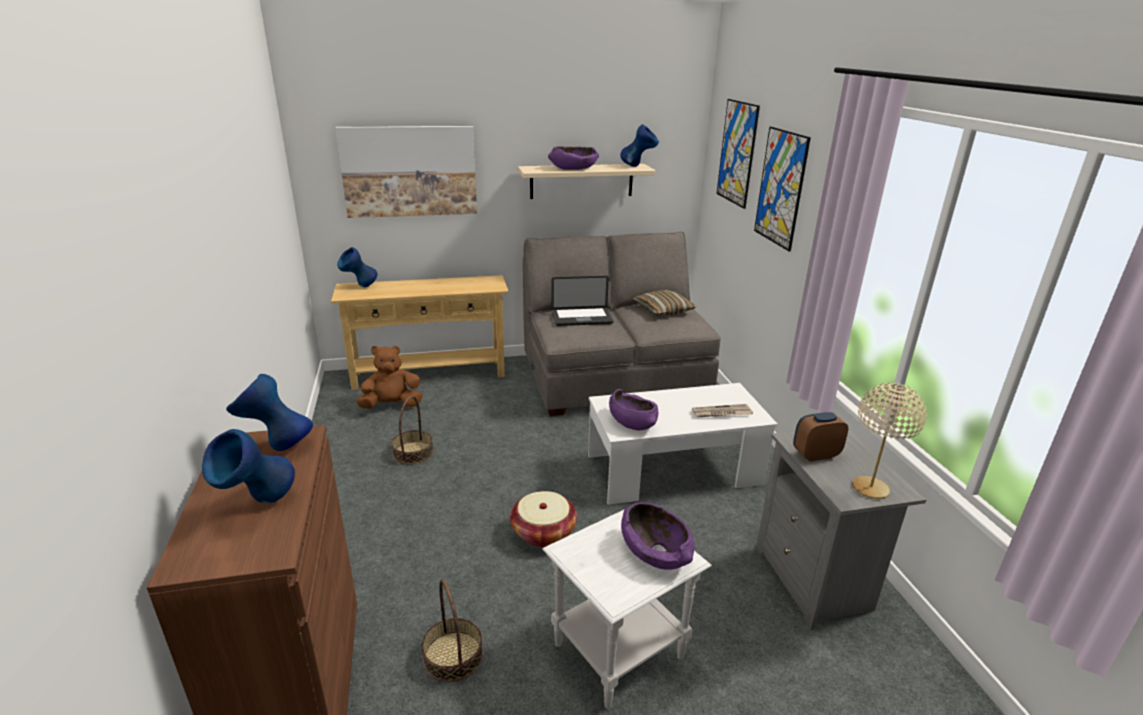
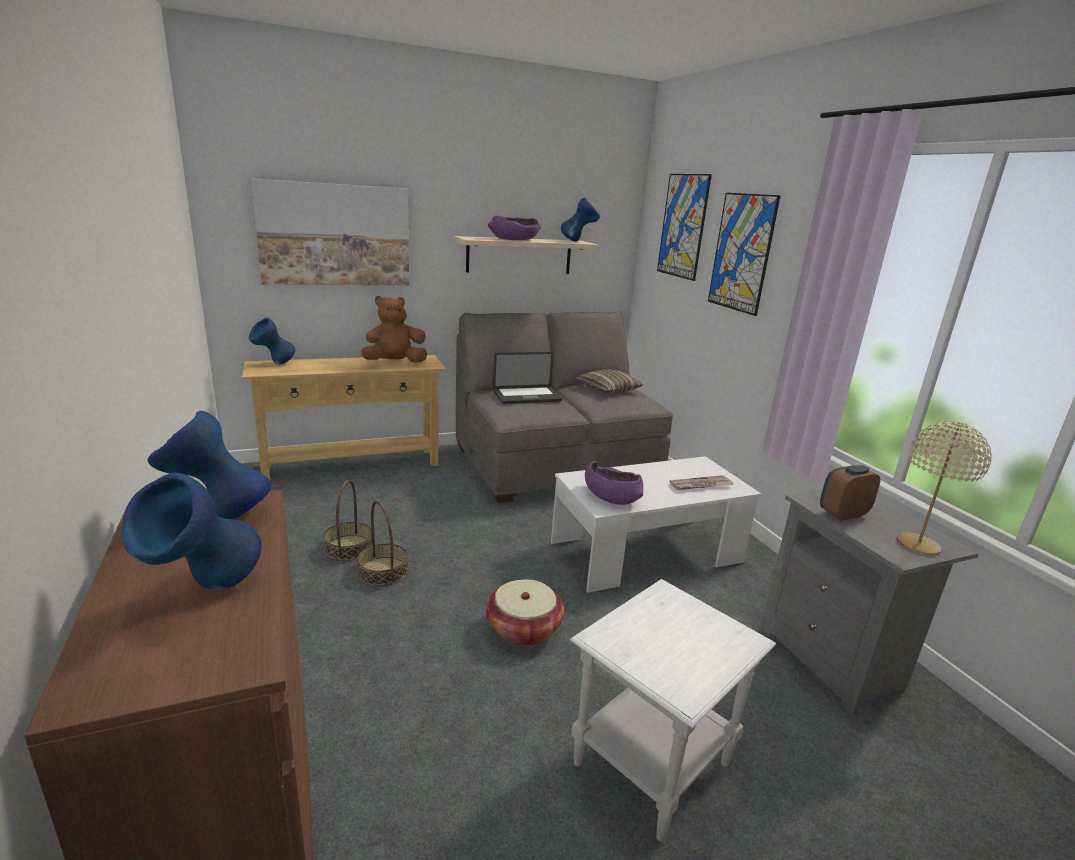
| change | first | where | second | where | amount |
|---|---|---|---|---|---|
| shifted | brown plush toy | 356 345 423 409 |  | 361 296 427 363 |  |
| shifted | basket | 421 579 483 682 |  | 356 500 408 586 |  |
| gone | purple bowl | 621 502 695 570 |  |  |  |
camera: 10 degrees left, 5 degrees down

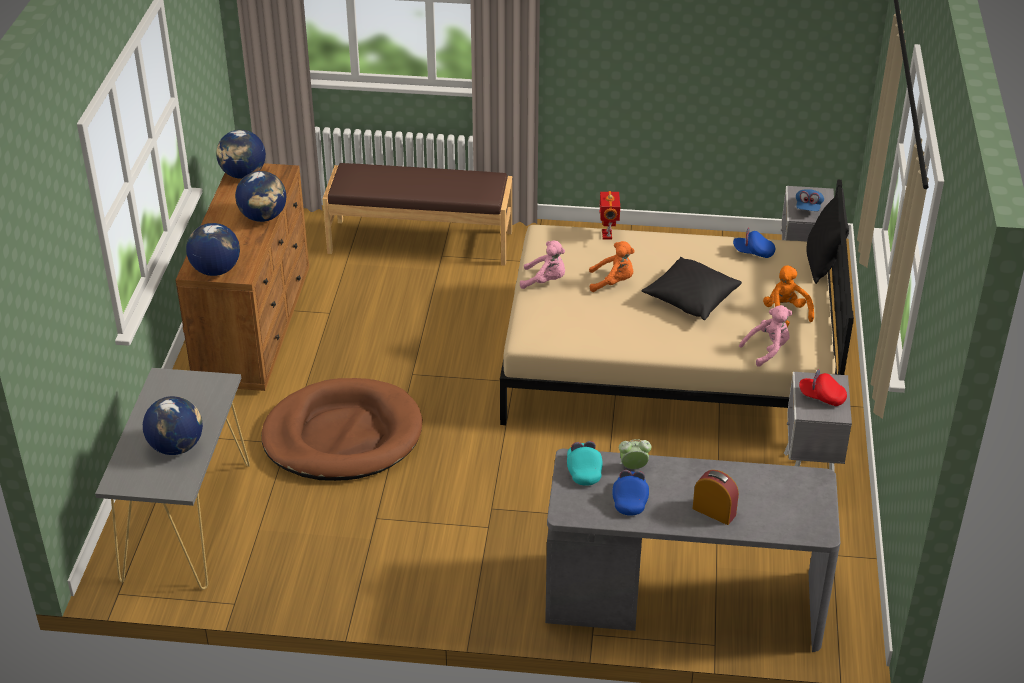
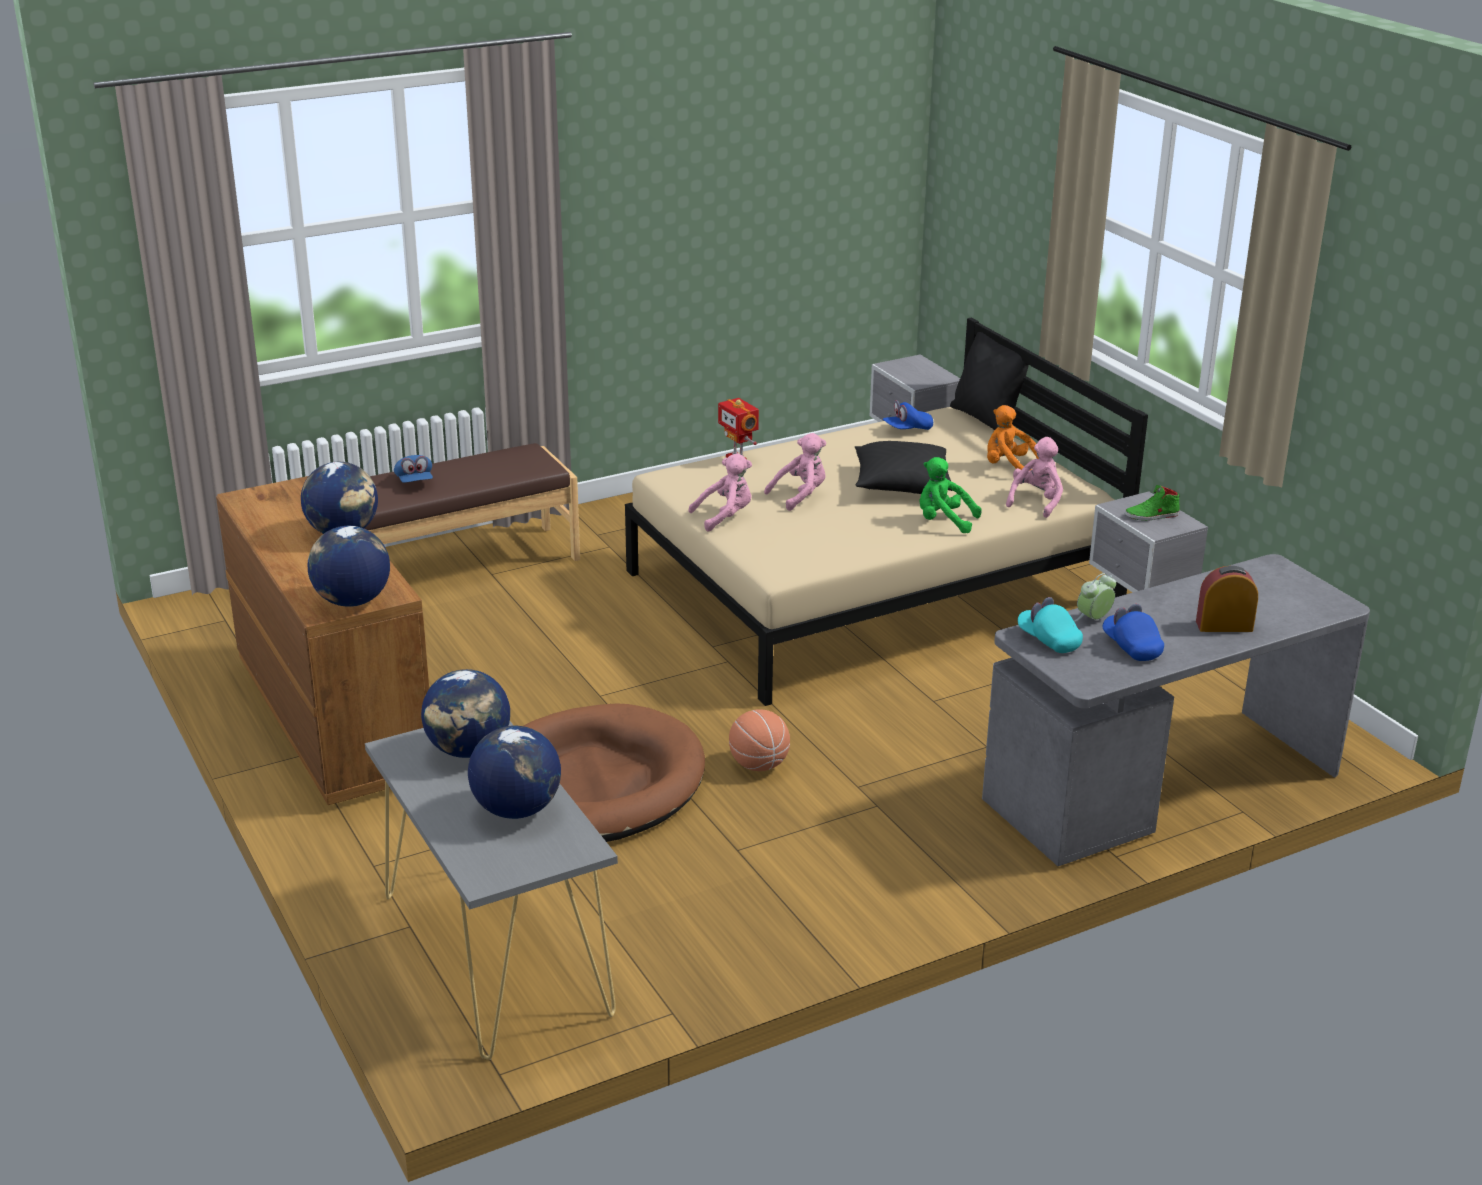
| change | first | where | second | where | amount |
|---|---|---|---|---|---|
| shifted | globe | 216 130 266 179 |  | 421 669 510 758 |  |
| repainted | orange plush toy | 589 241 635 292 | pink plush toy | 764 433 826 511 |  |
| shifted | blue cap | 796 189 824 211 |  | 394 455 433 483 |  |
| swapped | red cap | 799 369 847 406 | green shoe | 1125 485 1180 521 |  |
| new |  |  | basketball | 729 709 790 771 |  |
| new |  |  | green plush toy | 919 457 982 533 |  |
camera: 35 degrees left, 10 degrees down

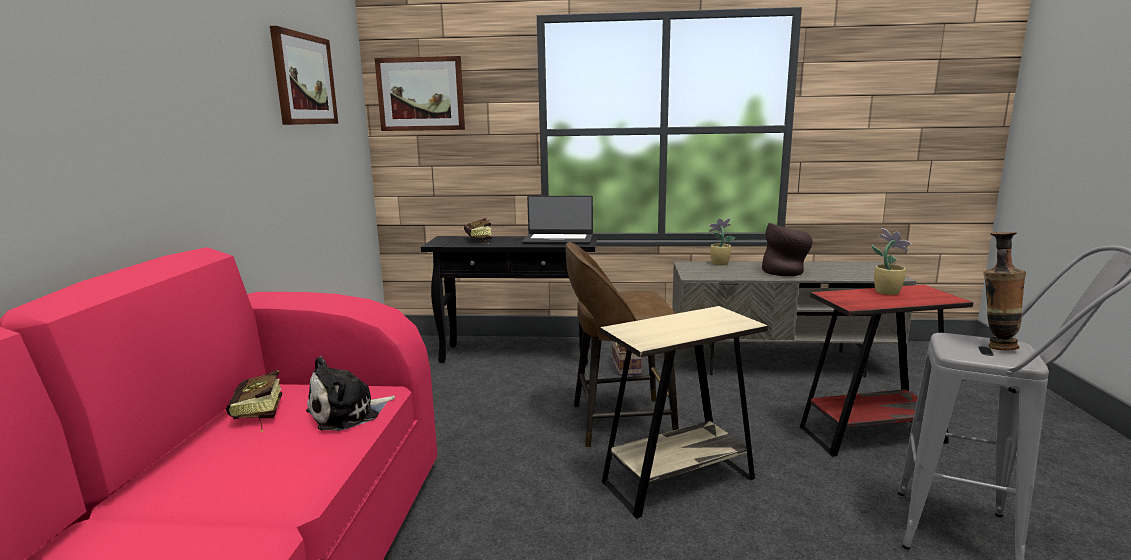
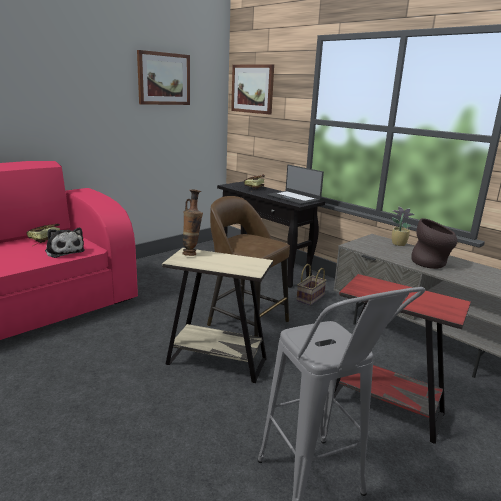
| change | first | where | second | where | amount |
|---|---|---|---|---|---|
| rotated | plush toy | 306 356 395 431 |  | 45 228 84 258 | 135 degrees counterclockwise |
| gone | potted plant | 872 228 912 295 |  |  |  |
| shifted | vase | 983 232 1026 350 |  | 182 190 203 256 |  |
camera: 40 degrees right, 5 degrees up

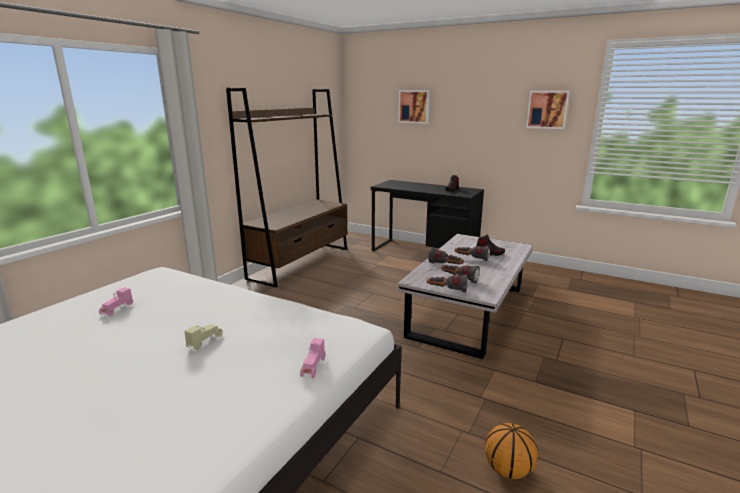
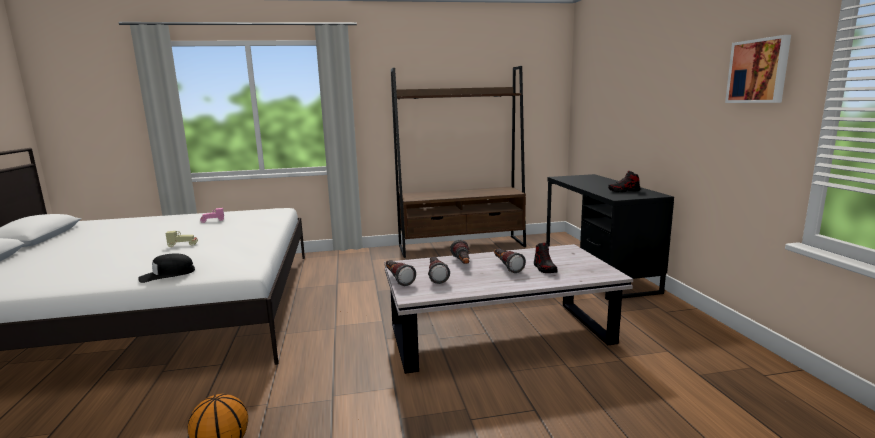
| change | first | where | second | where | amount |
|---|---|---|---|---|---|
| swapped | pink toy car | 300 338 325 378 | black cap | 139 253 195 283 |  |
| gone | picture | 398 90 430 124 |  |  |  |
camera: 50 degrees right, 5 degrees down

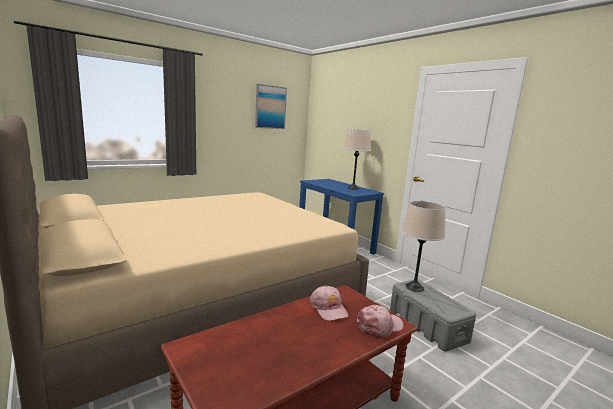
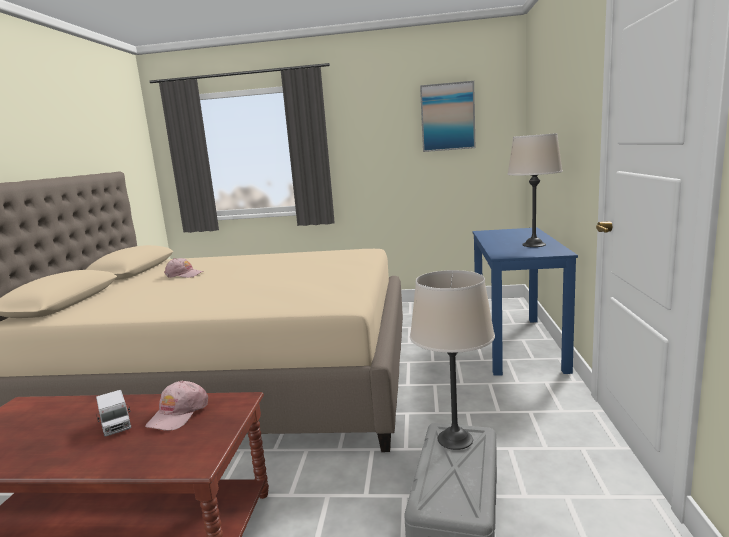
| change | first | where | second | where | amount |
|---|---|---|---|---|---|
| shifted | pink cap | 357 305 404 337 |  | 164 258 204 278 |  |
| new |  |  | toy truck | 96 390 131 436 |  |
camera: 45 degrees right, 0 degrees up

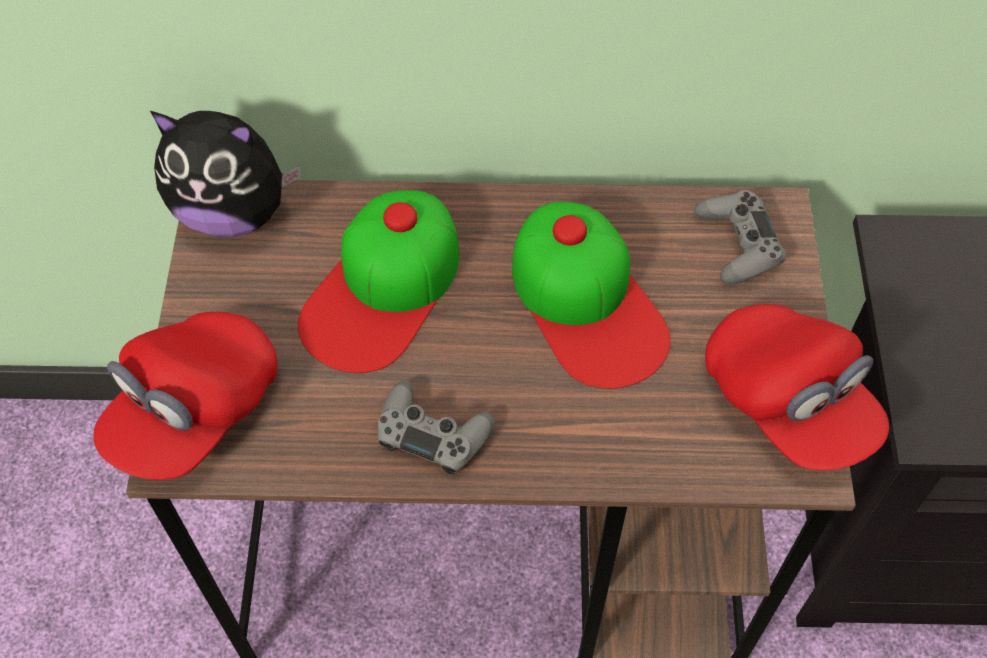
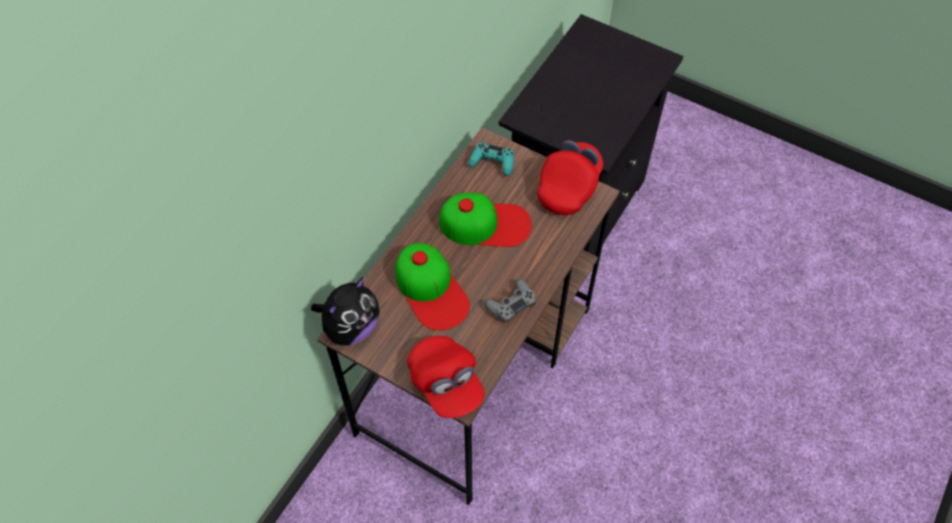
| change | first | where | second | where | amount |
|---|---|---|---|---|---|
| repainted | grey game controller | 694 190 786 284 | turquoise game controller | 468 142 514 176 |  |
| rotated | red cap | 705 304 889 470 |  | 537 140 603 215 | 60 degrees counterclockwise |
camera: 60 degrees left, 0 degrees up

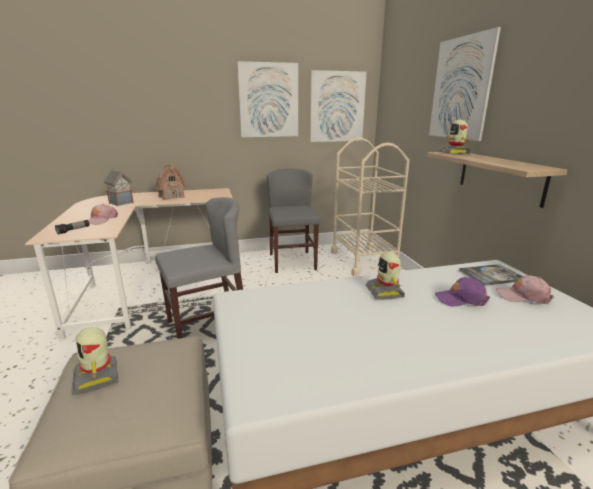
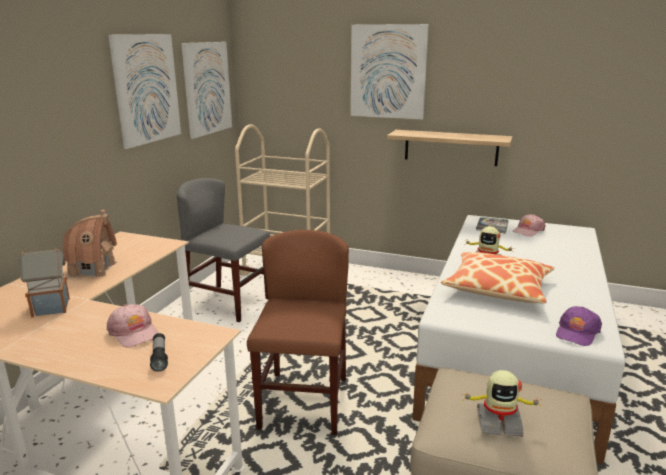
| change | first | where | second | where | amount |
|---|---|---|---|---|---|
| repainted | grey chair | 155 197 243 339 | brown chair | 247 230 349 435 |  |
| shifted | purple cap | 435 277 490 306 |  | 556 306 602 346 |  |
| gone | toy robot | 438 120 471 155 |  |  |  |
| new |  |  | pillow | 441 252 555 303 |  |
camera: 55 degrees left, 0 degrees up

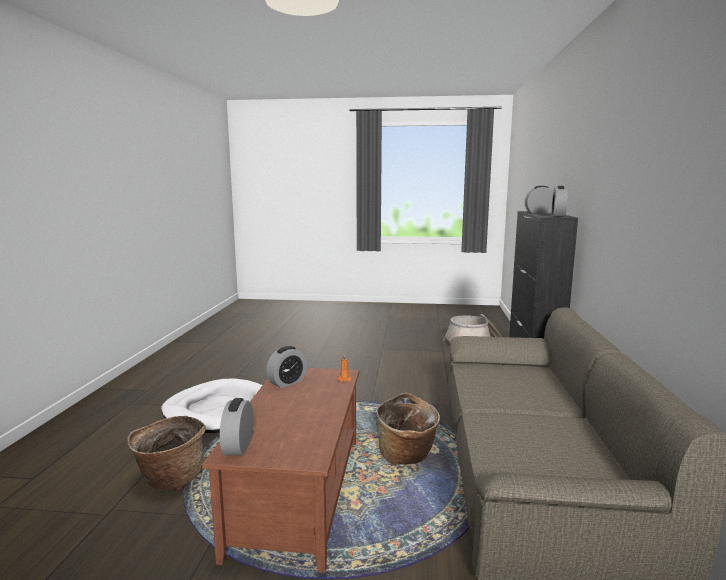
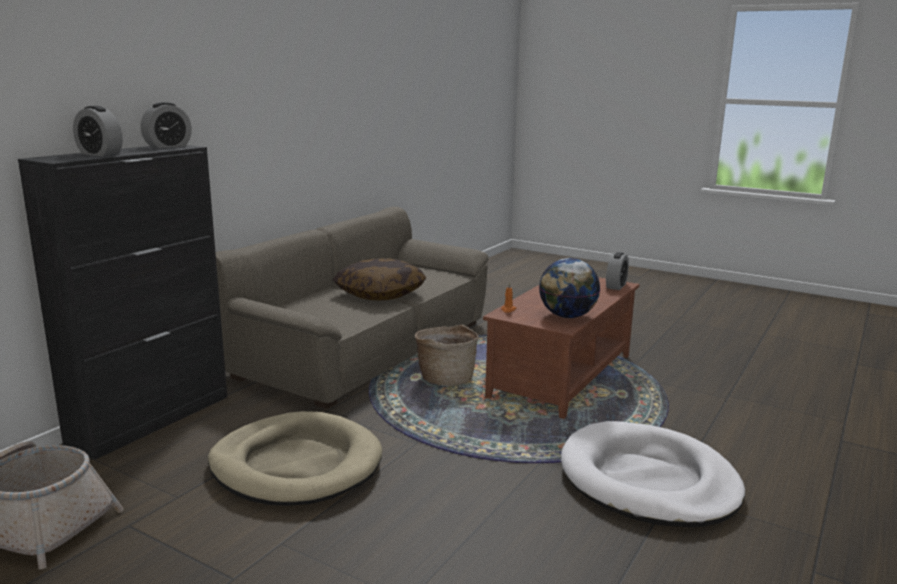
| change | first | where | second | where | amount |
|---|---|---|---|---|---|
| gone | basket | 127 416 206 491 |  |  |  |
| swapped | alarm clock | 266 346 307 388 | globe | 539 258 600 318 |  |
| new |  |  | beige dog bed | 208 411 382 506 |  |
| new |  |  | pillow | 333 258 426 300 |  |
camera: 155 degrees left, 5 degrees up

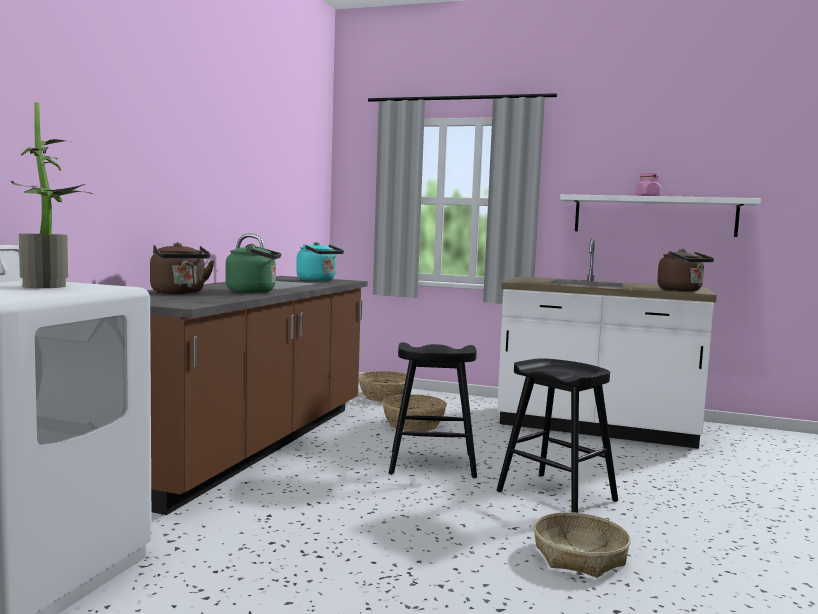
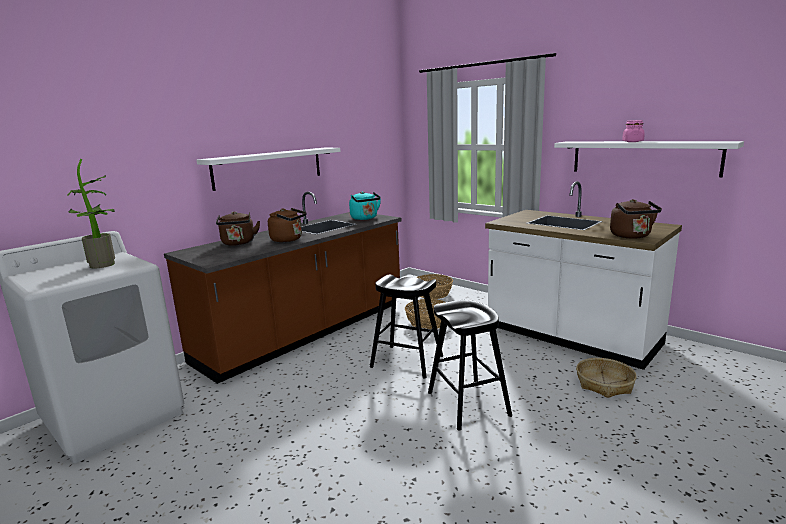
| change | first | where | second | where | amount |
|---|---|---|---|---|---|
| repainted | green kettle | 225 244 281 293 | brown kettle | 268 208 307 242 |  |
| shifted | basket | 533 512 631 578 |  | 576 358 637 398 |  |
| new |  |  | white shelf | 196 148 341 191 |  |
camera: 25 degrees right, 10 degrees up

